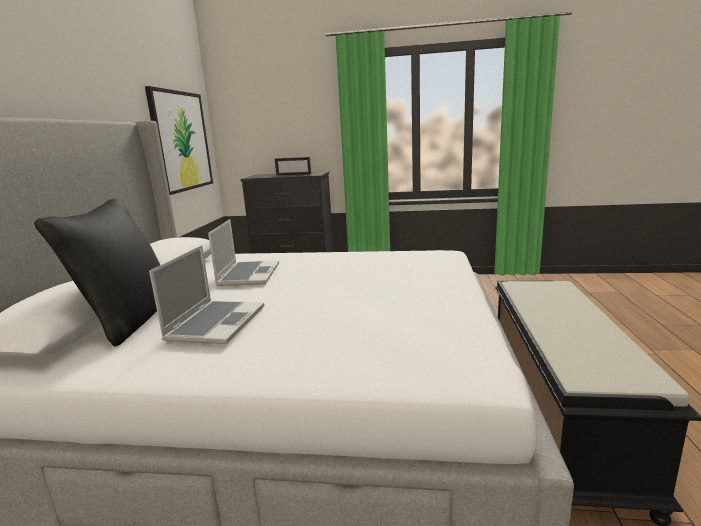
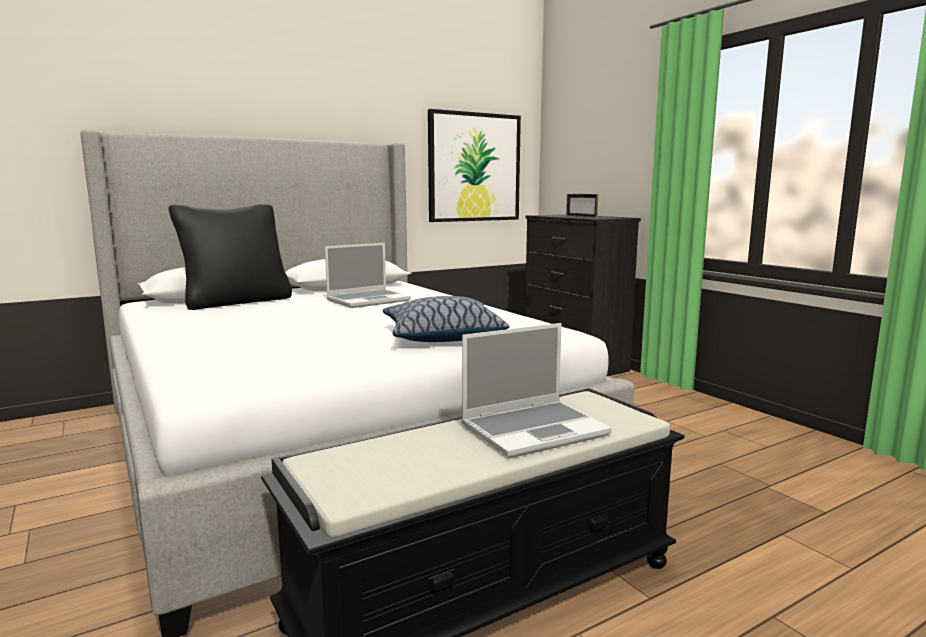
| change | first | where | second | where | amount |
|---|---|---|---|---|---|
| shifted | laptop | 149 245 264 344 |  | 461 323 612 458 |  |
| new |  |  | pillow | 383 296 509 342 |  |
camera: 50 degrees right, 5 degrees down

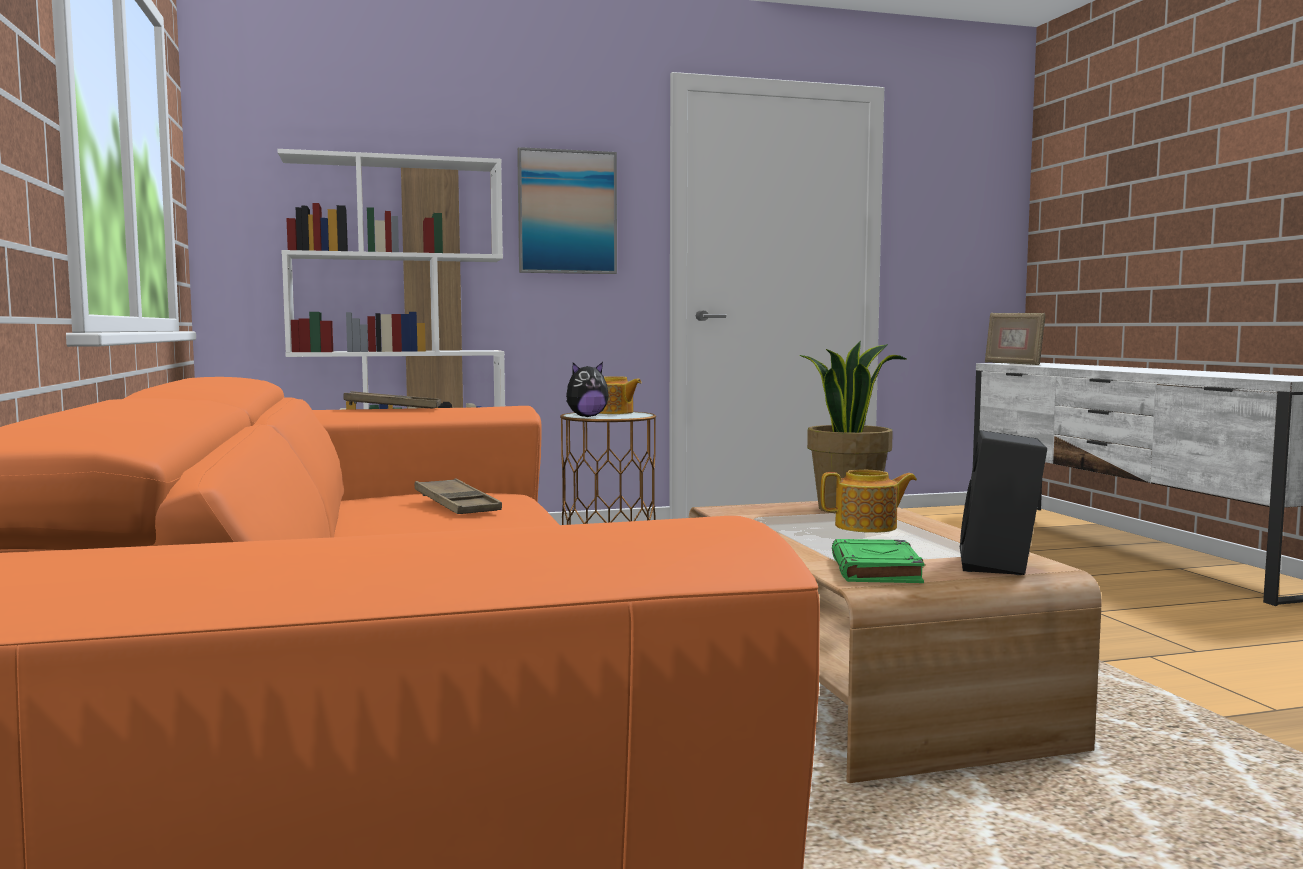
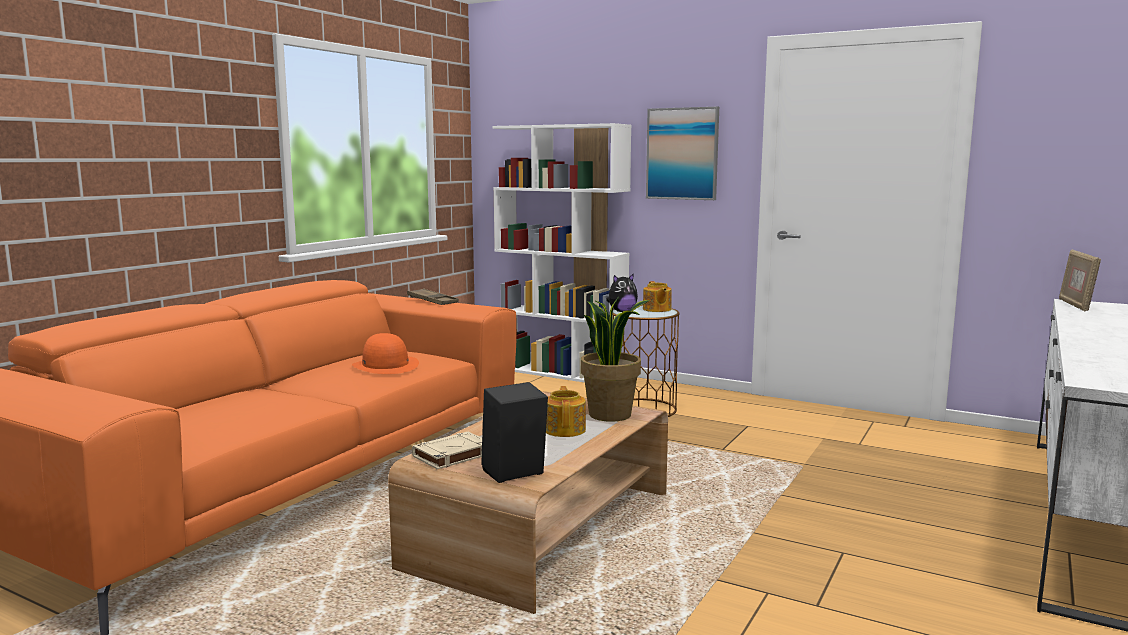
| change | first | where | second | where | amount |
|---|---|---|---|---|---|
| swapped | brown tray | 415 478 502 514 | orange hat | 352 333 419 374 |  |
| rotated | plush toy | 566 362 609 417 |  | 606 273 638 312 | 45 degrees counterclockwise |
| rotated | teapot | 821 470 917 533 |  | 546 386 586 437 | 135 degrees counterclockwise |
| repainted | green book | 832 539 925 583 | beige book | 412 432 482 469 |  |
camera: 45 degrees right, 5 degrees up

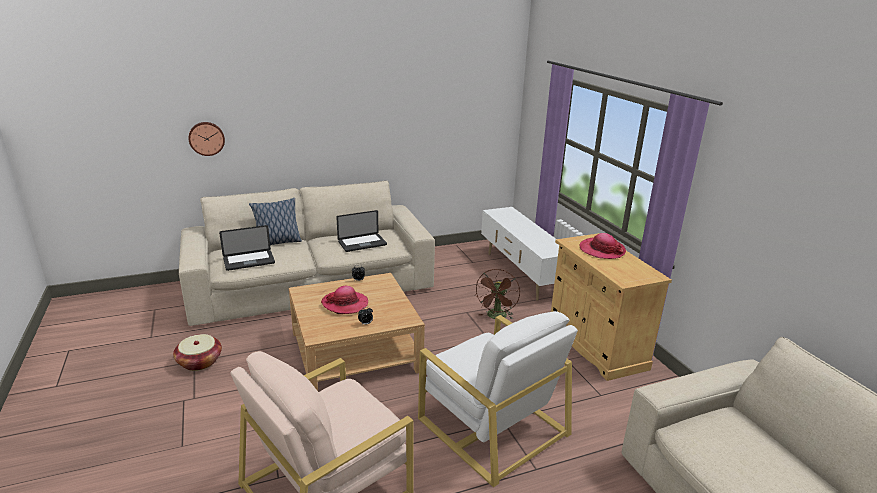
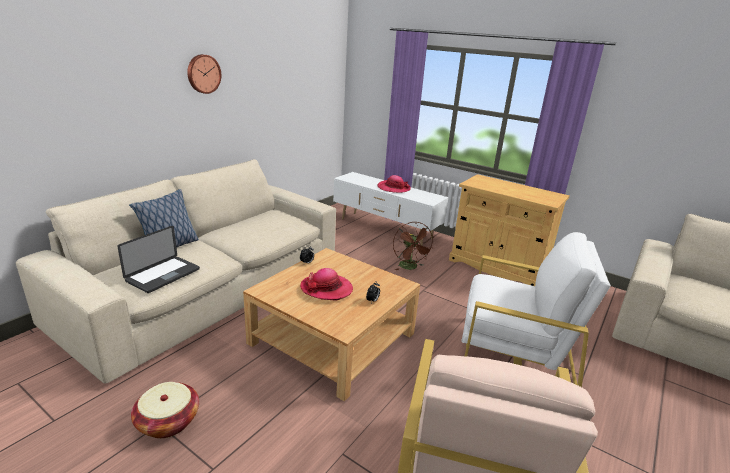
| change | first | where | second | where | amount |
|---|---|---|---|---|---|
| shifted | wall clock | 189 122 225 156 |  | 187 54 221 94 |  |
| gone | laptop | 336 210 387 252 |  |  |  |
| shifted | hat | 580 233 626 259 |  | 378 175 411 193 |  |
camera: 35 degrees left, 0 degrees up

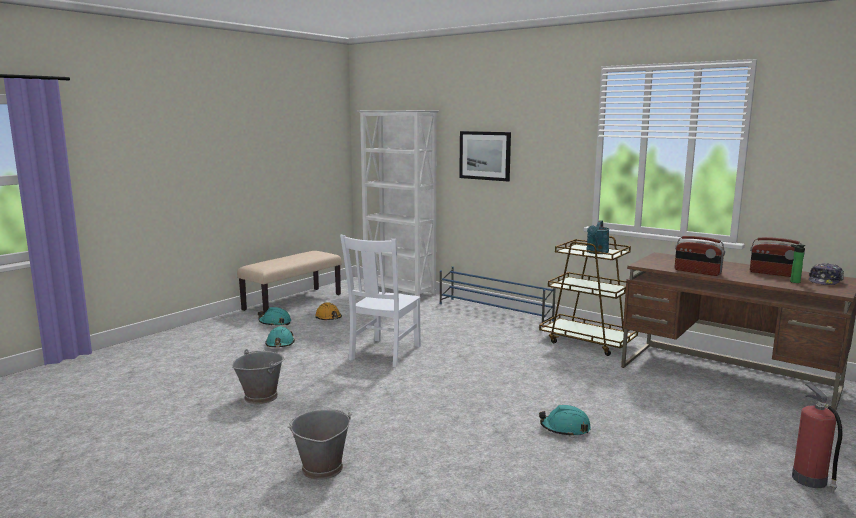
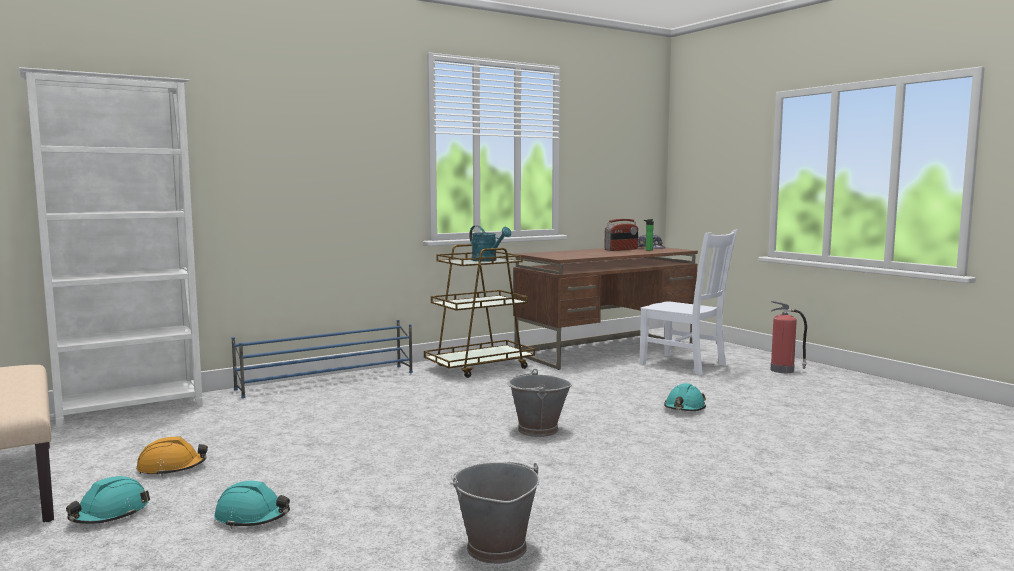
| change | first | where | second | where | amount |
|---|---|---|---|---|---|
| shifted | grey bucket | 287 409 352 480 |  | 507 369 572 437 |  |
| shifted | white chair | 340 235 421 367 |  | 639 230 737 375 |  |
| gone | picture | 459 131 511 181 |  |  |  |
| gone | radio | 675 236 725 276 |  |  |  |
camera: 70 degrees left, 5 degrees down

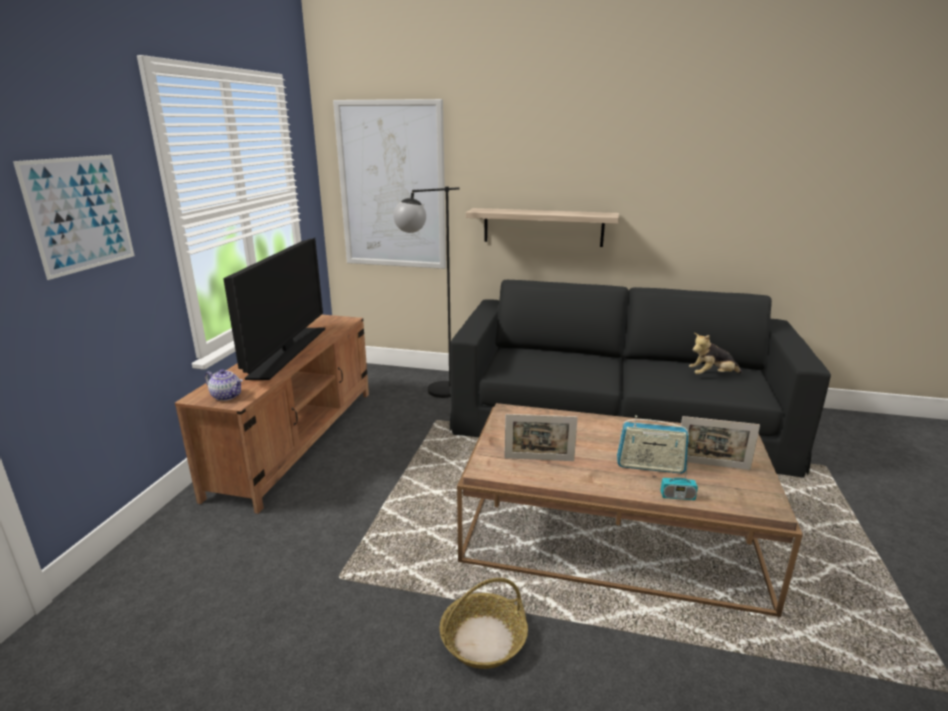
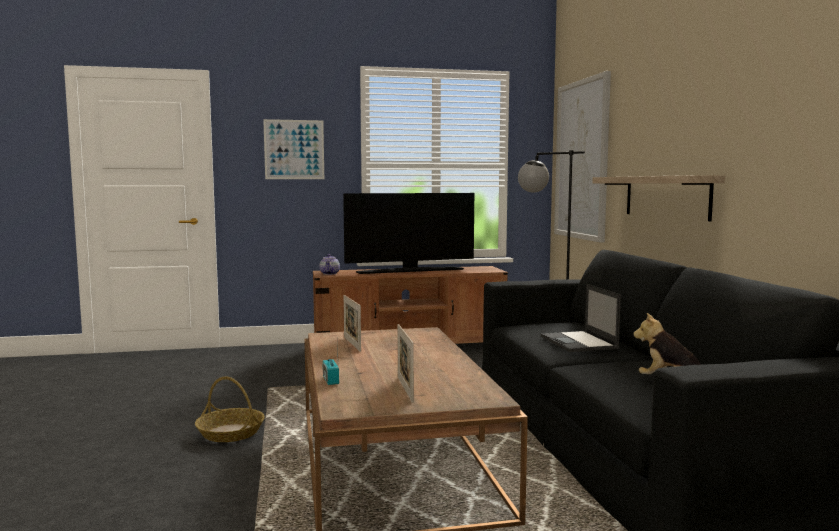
| change | first | where | second | where | amount |
|---|---|---|---|---|---|
| gone | radio | 617 416 689 474 |  |  |  |
| new |  |  | laptop | 541 284 621 352 |  |
camera: 65 degrees right, 15 degrees down

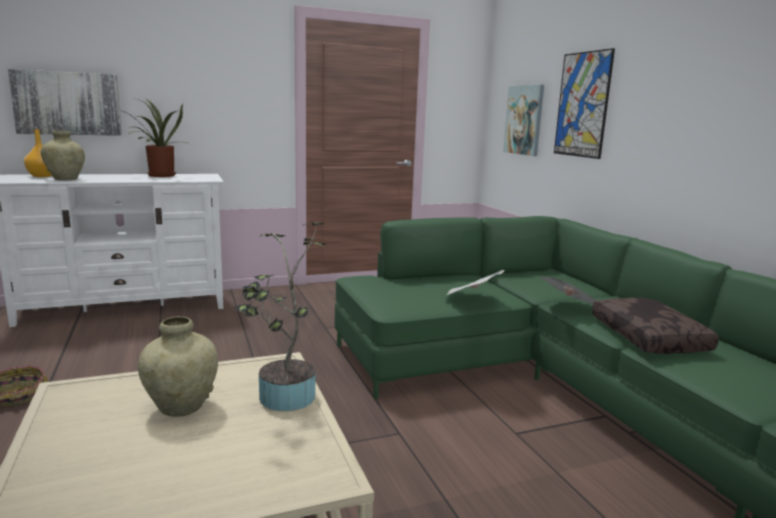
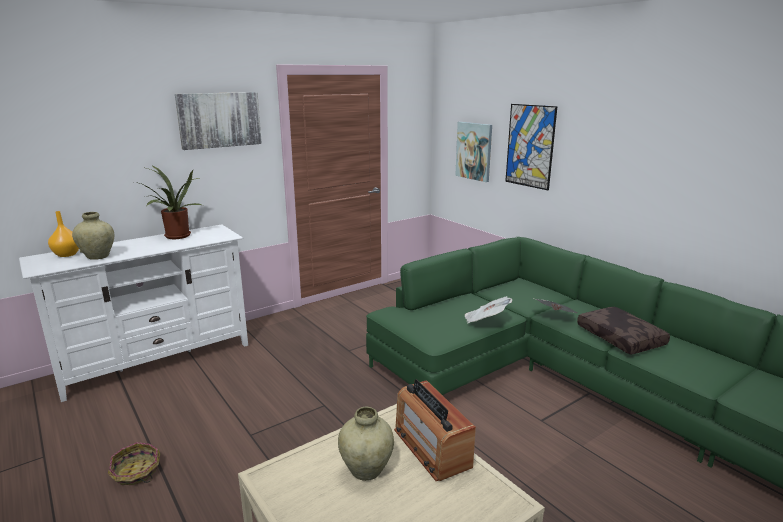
| change | first | where | second | where | amount |
|---|---|---|---|---|---|
| shifted | picture | 8 69 122 136 |  | 175 92 262 150 |  |
| swapped | potted plant | 234 222 327 411 | radio | 394 379 476 481 |  |
camera: 15 degrees left, 5 degrees up

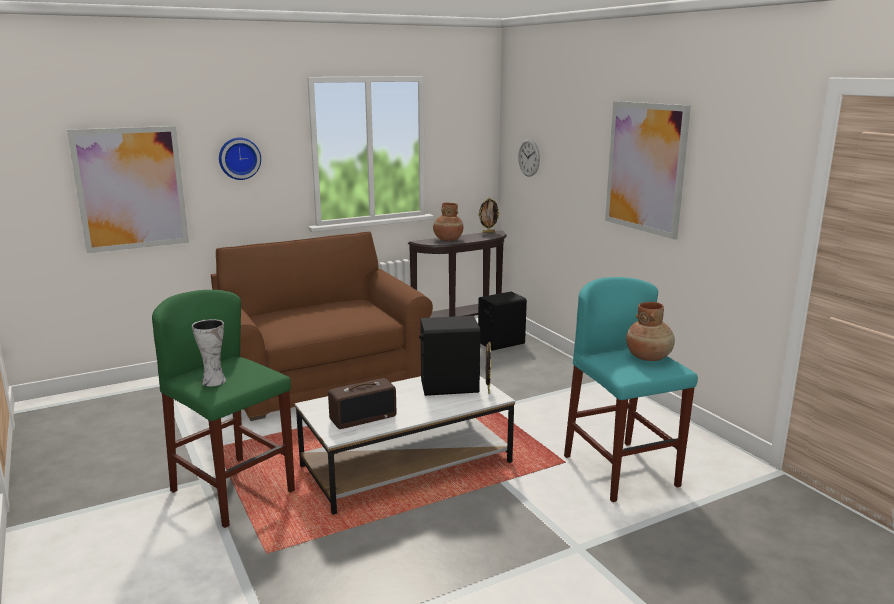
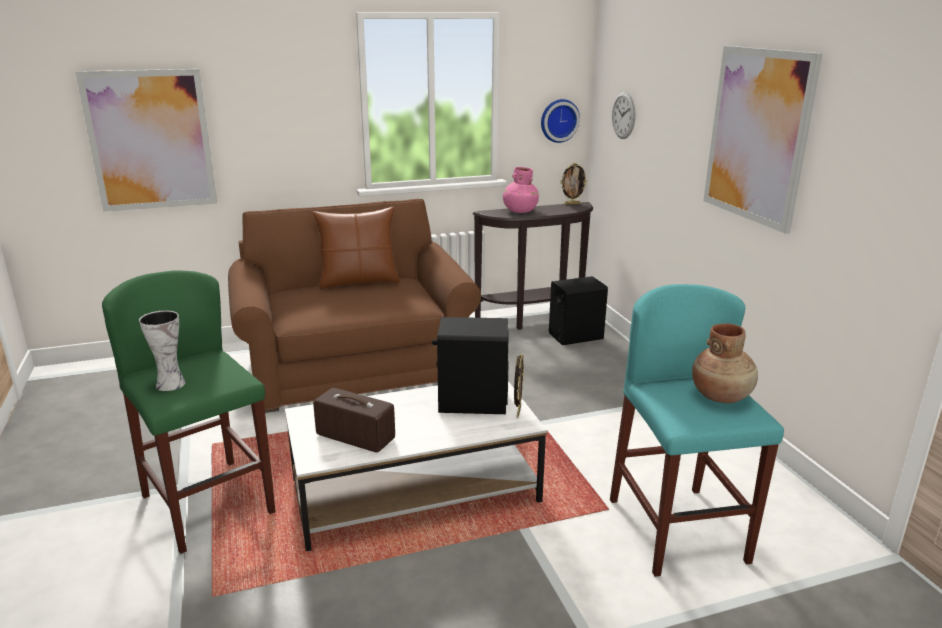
| change | first | where | second | where | amount |
|---|---|---|---|---|---|
| shifted | wall clock | 219 138 261 180 |  | 541 99 580 143 |  |
| rotated | radio | 328 378 396 429 |  | 313 388 395 453 | 135 degrees counterclockwise |
| repainted | brown vase | 433 203 463 241 | pink vase | 503 167 539 213 |  |
| new |  |  | brown pillow | 312 207 400 289 |  |
camera: 10 degrees right, 5 degrees up

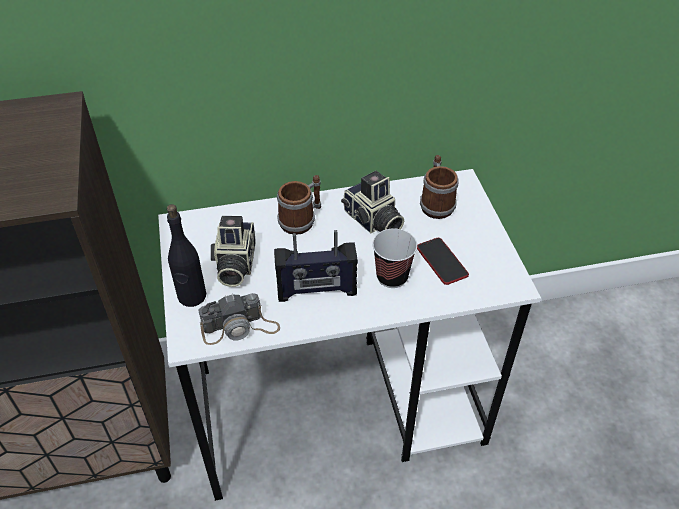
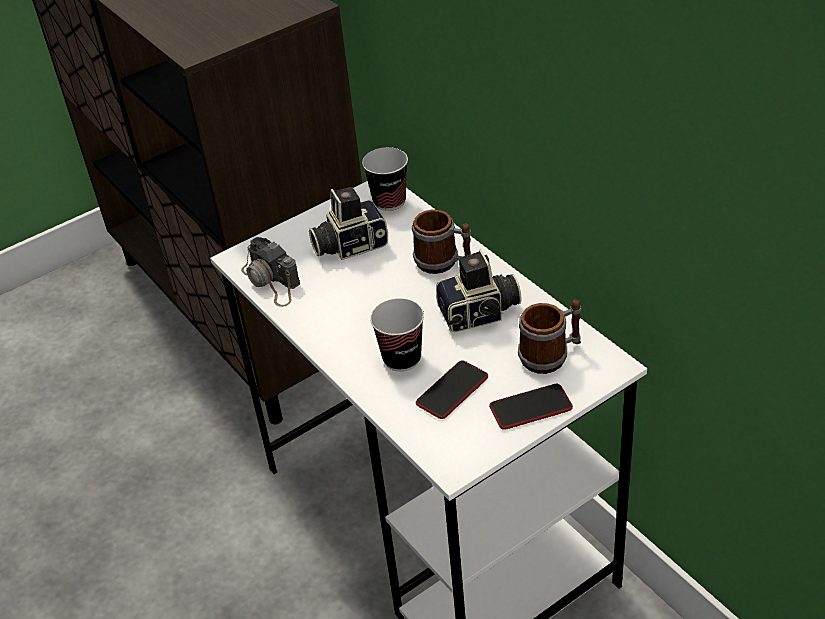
| change | first | where | second | where | amount |
|---|---|---|---|---|---|
| gone | black bottle | 167 204 206 307 |  |  |  |
| gone | radio | 274 230 358 302 |  |  |  |
| rotated | photo camera | 341 171 404 233 |  | 436 249 522 332 | 135 degrees counterclockwise |
| new |  |  | cup | 362 147 408 211 |  |
| new |  |  | phone | 489 384 573 430 |  |
camera: 70 degrees right, 5 degrees down

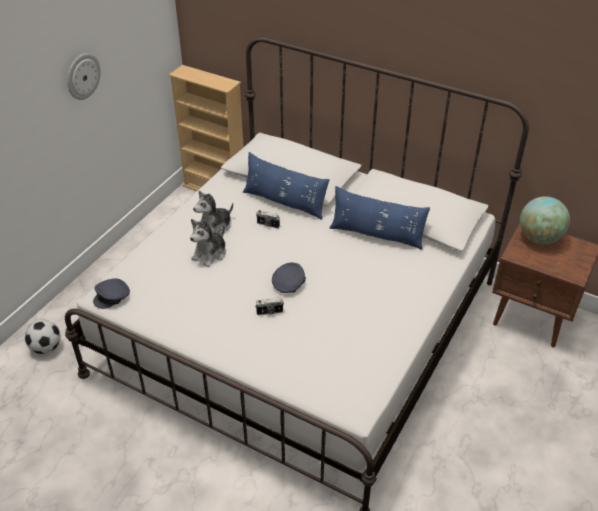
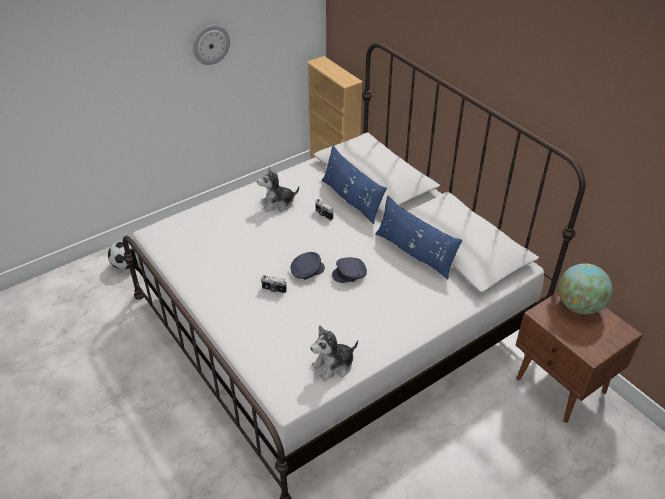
| change | first | where | second | where | amount |
|---|---|---|---|---|---|
| shifted | grey cap | 93 279 130 309 |  | 332 257 367 283 |  |
| shifted | plush toy | 190 219 226 267 |  | 310 326 358 382 |  |
camera: 25 degrees right, 0 degrees up

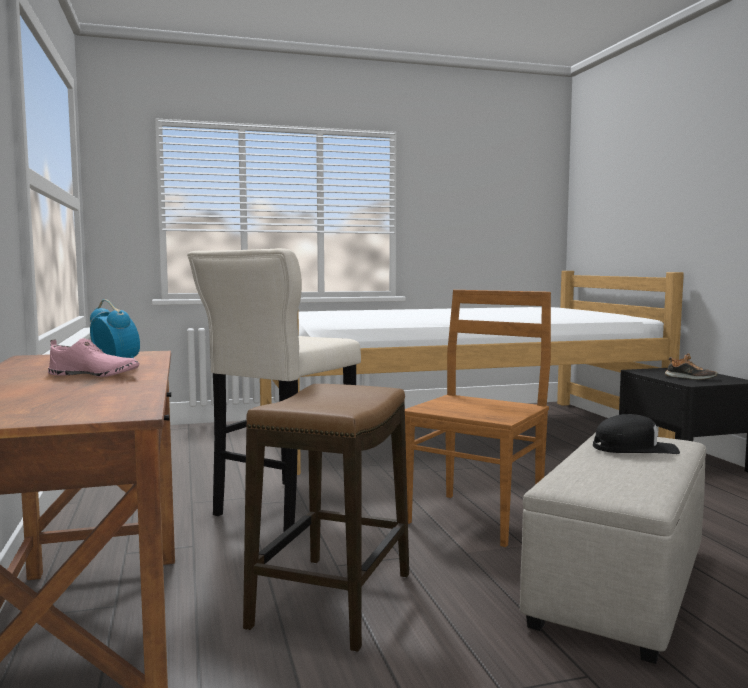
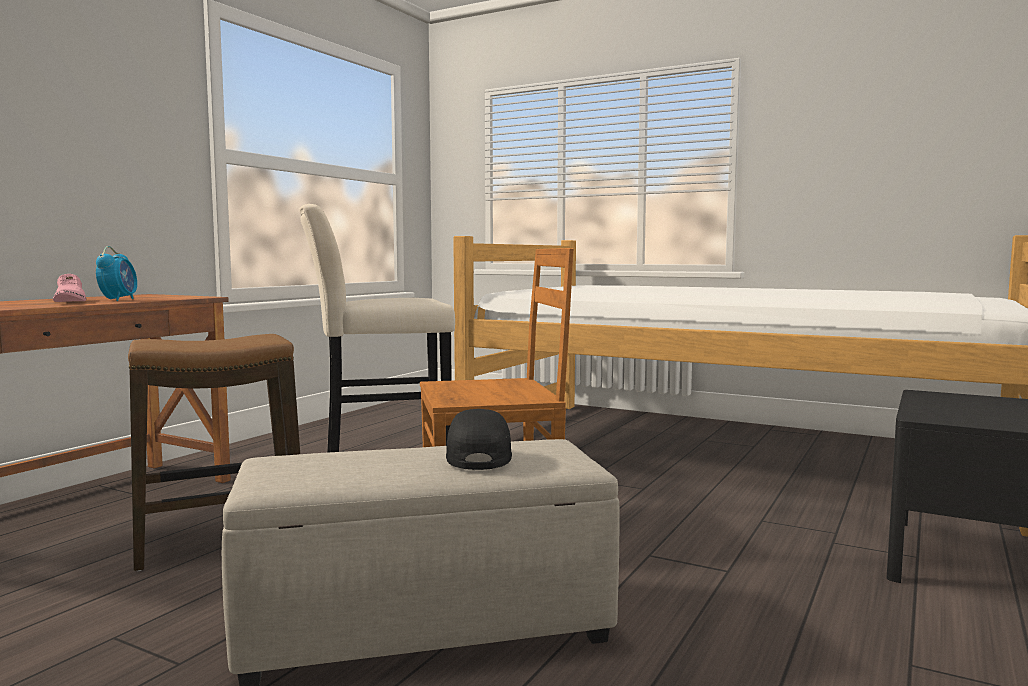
| change | first | where | second | where | amount |
|---|---|---|---|---|---|
| rotated | black cap | 593 414 680 454 |  | 446 409 512 470 | 135 degrees counterclockwise |
| gone | shoe | 665 353 718 380 |  |  |  |
camera: 45 degrees right, 0 degrees up

